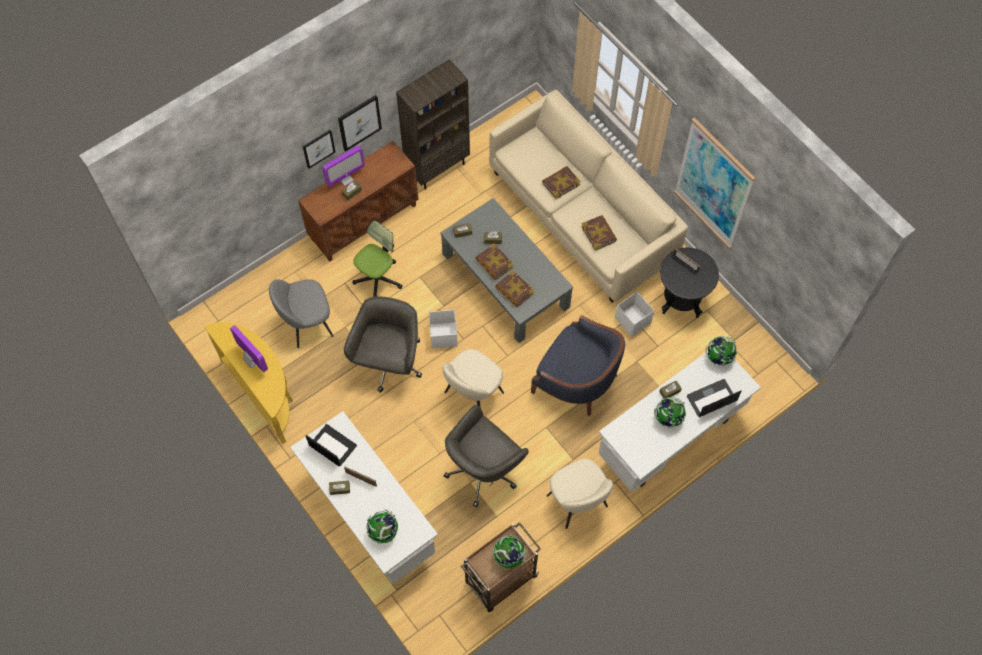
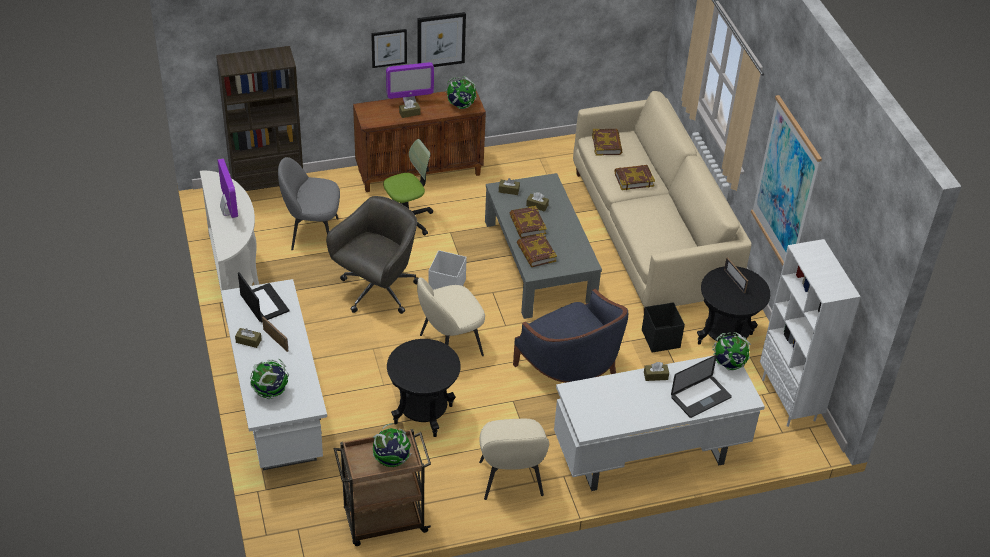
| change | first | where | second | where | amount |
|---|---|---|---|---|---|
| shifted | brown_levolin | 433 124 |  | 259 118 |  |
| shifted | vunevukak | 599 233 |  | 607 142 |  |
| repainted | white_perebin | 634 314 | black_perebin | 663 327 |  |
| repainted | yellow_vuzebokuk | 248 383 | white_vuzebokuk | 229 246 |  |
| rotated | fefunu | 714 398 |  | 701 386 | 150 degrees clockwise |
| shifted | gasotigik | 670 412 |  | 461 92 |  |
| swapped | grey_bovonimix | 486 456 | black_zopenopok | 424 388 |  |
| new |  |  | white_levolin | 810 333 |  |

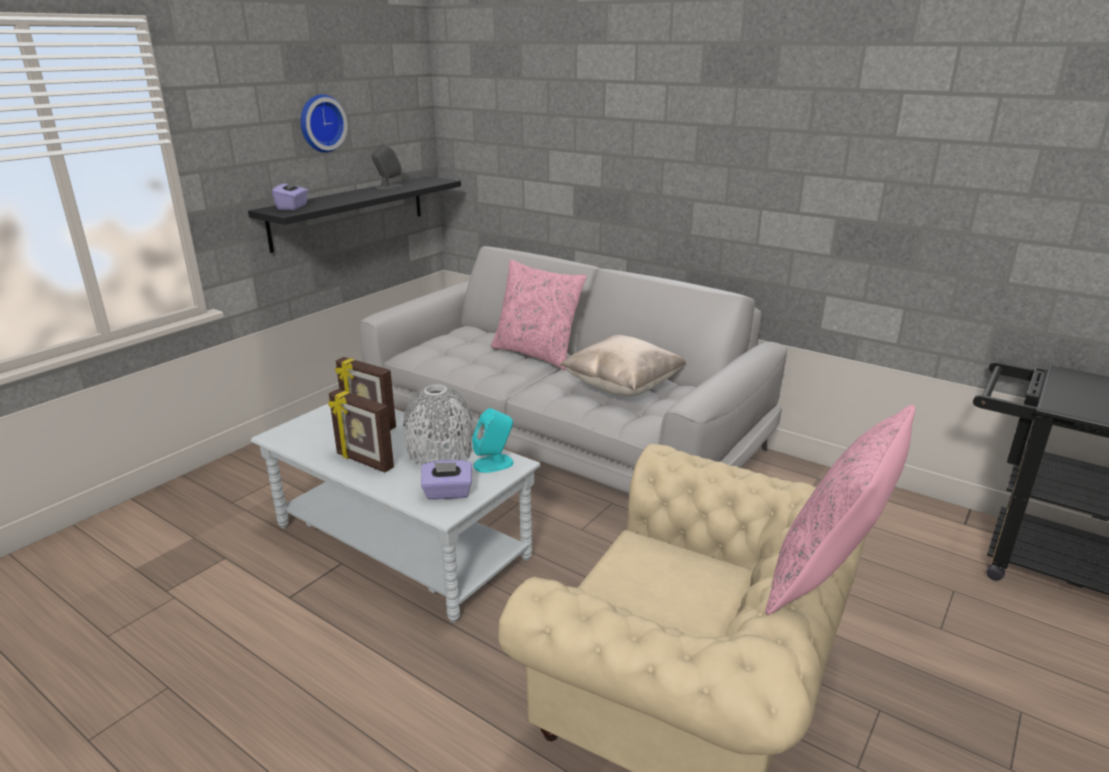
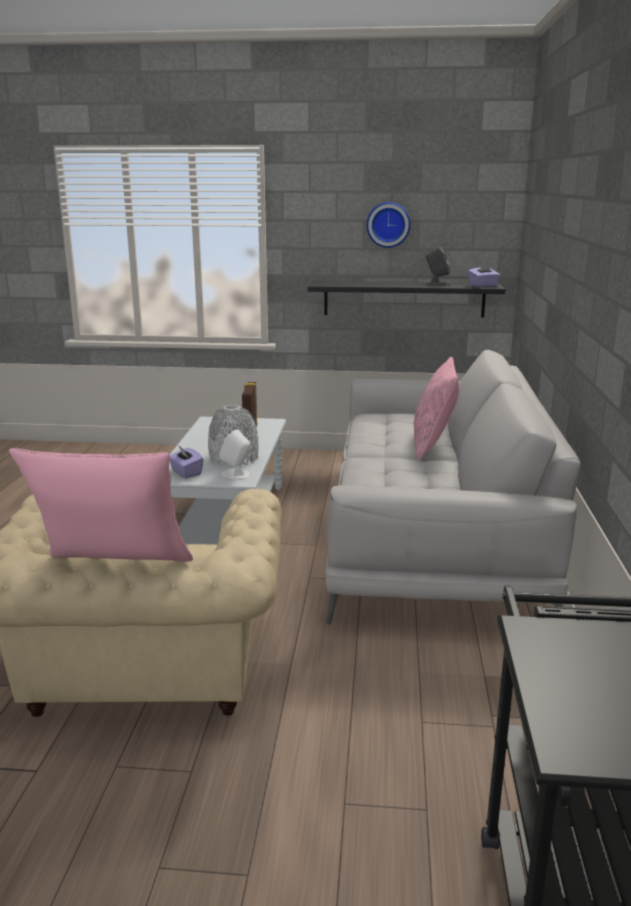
| change | first | where | second | where | amount |
|---|---|---|---|---|---|
| shifted | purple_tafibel | 290 193 |  | 484 275 |  |
| gone | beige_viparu | 623 365 |  |  |  |
| gone | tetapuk | 361 430 |  |  |  |
| repainted | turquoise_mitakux | 492 440 | white_mitakux | 235 454 |  |

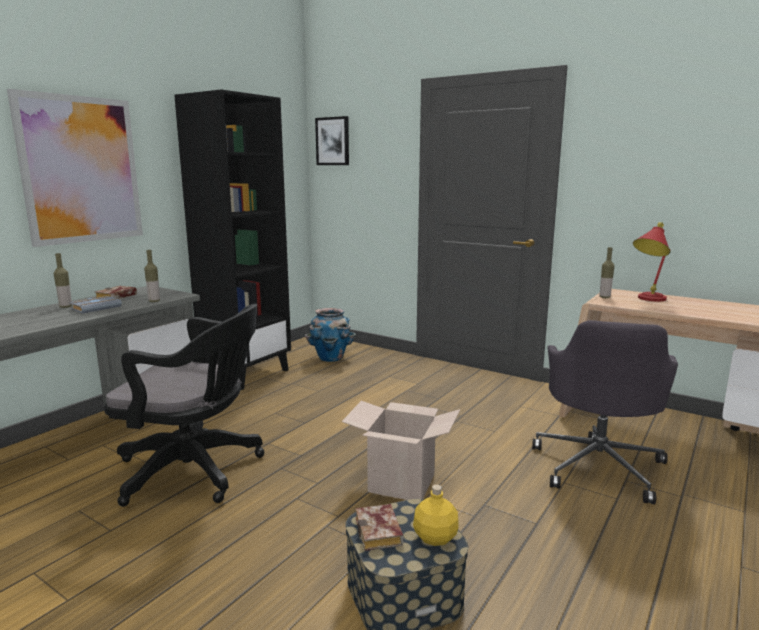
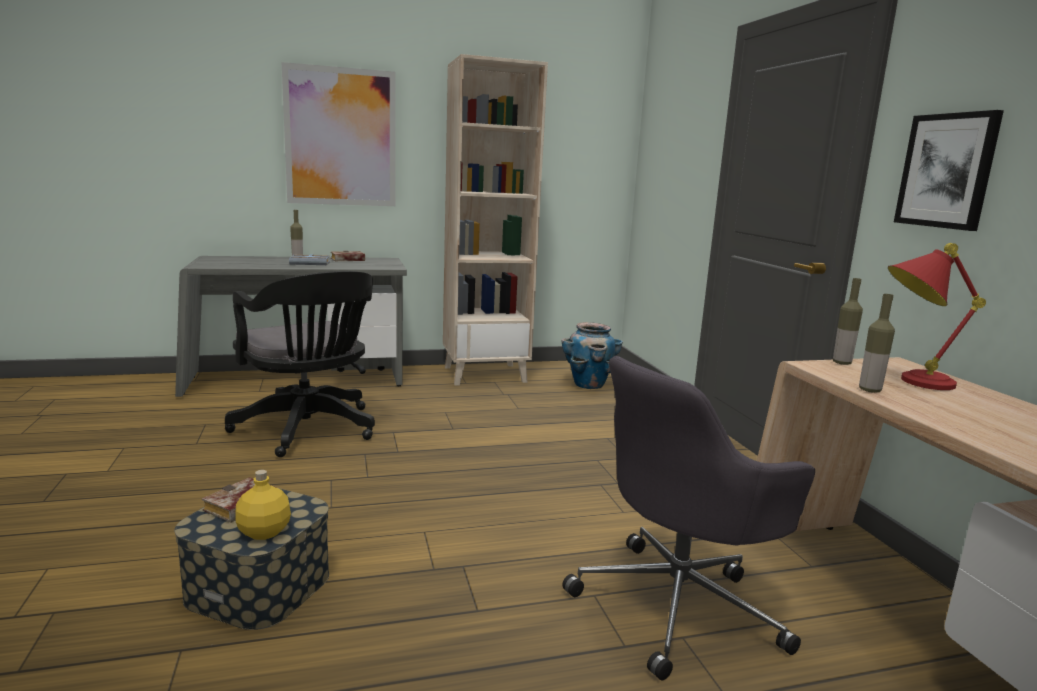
| change | first | where | second | where | amount |
|---|---|---|---|---|---|
| repainted | black_levolin | 232 239 | beige_levolin | 495 220 |  |
| shifted | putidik | 332 140 |  | 949 170 |  |
| shifted | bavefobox | 152 276 |  | 877 343 |  |
| gone | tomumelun | 401 450 |  |  |  |

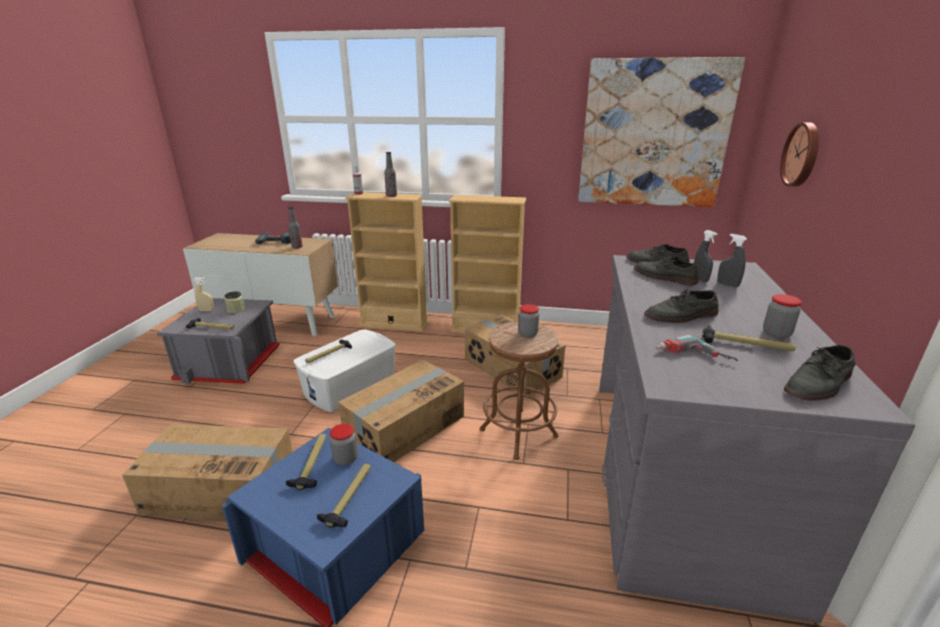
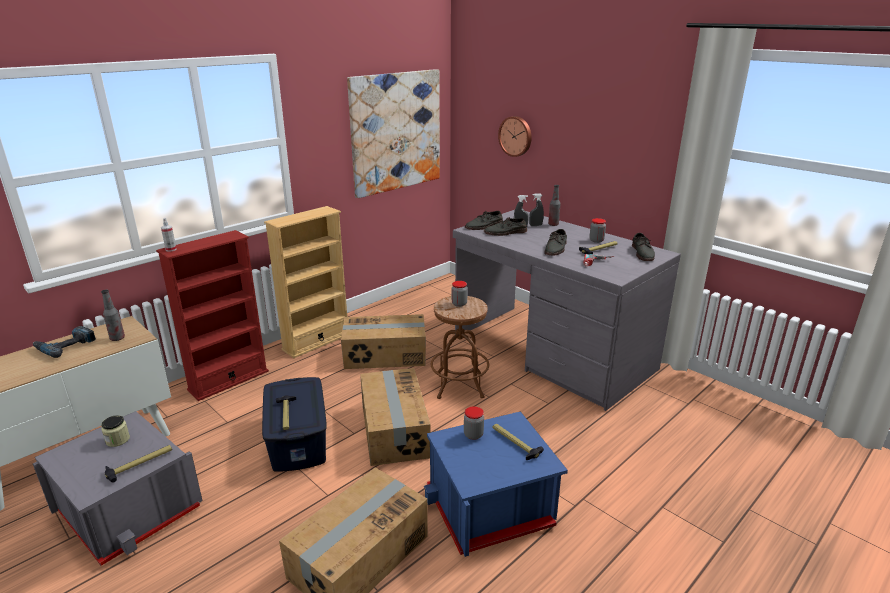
| change | first | where | second | where | amount |
|---|---|---|---|---|---|
| shifted | bavefobox | 390 174 |  | 554 205 |  |
| repainted | beige_levolin | 386 262 | red_levolin | 212 315 |  |
| gone | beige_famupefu | 203 294 |  |  |  |
| repainted | white_perebin | 344 370 | blue_perebin | 294 424 |  |
| gone | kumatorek | 306 462 |  |  |  |

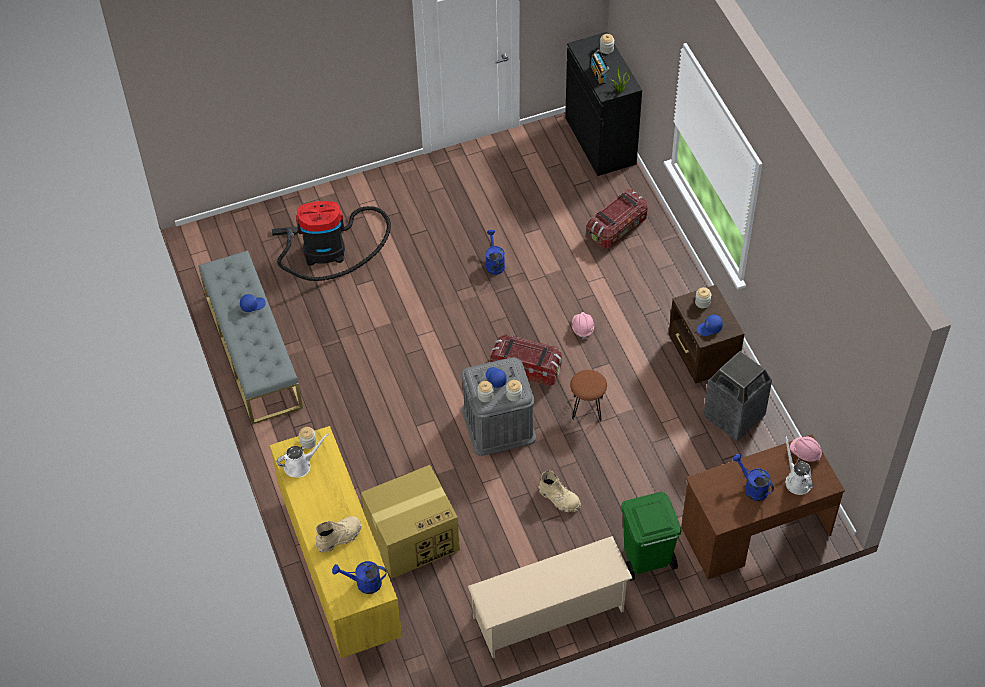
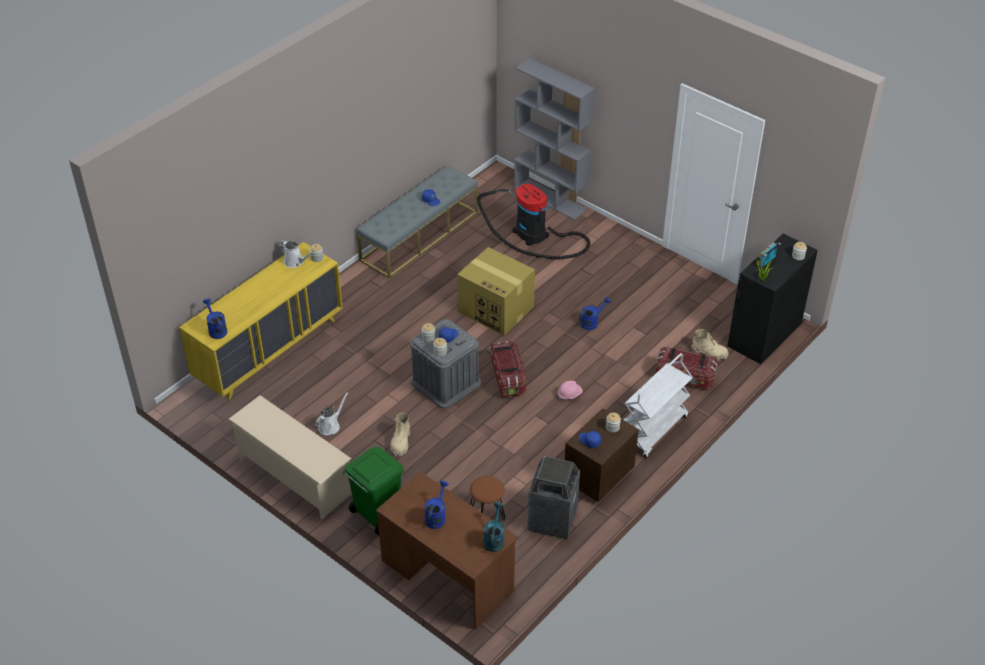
| change | first | where | second | where | amount |
|---|---|---|---|---|---|
| shifted | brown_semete | 588 396 |  | 487 498 |  |
| shifted | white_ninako | 798 465 |  | 332 413 |  |
| swapped | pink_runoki | 806 449 | turquoise_ninako | 494 527 |  |
| shifted | tomumelun | 410 522 |  | 496 291 |  |
| shifted | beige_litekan | 338 534 |  | 710 345 |  |
| new |  |  | grey_levolin | 554 139 |  |
| new |  |  | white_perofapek | 658 405 |  |

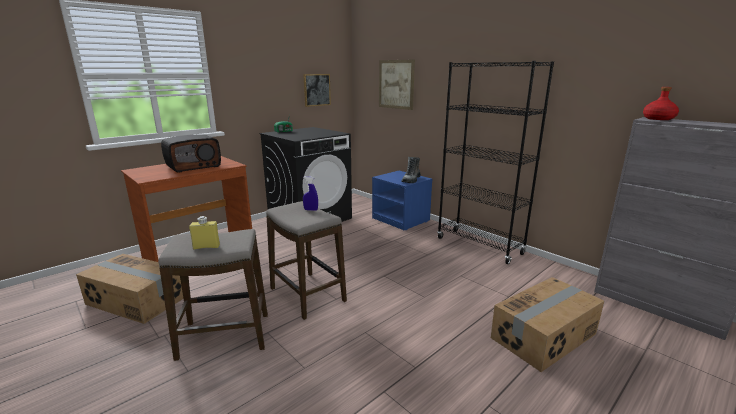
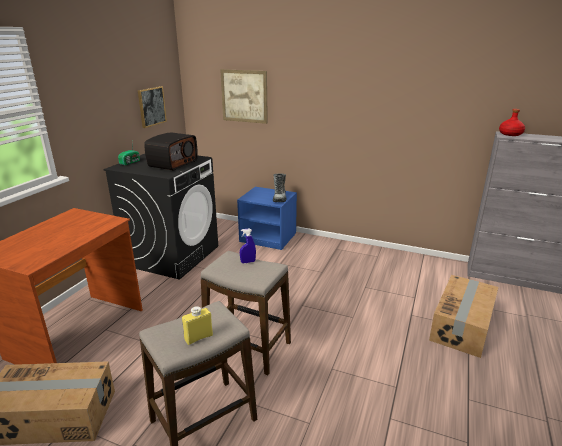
| change | first | where | second | where | amount |
|---|---|---|---|---|---|
| gone | black_levolin | 495 162 |  |  |  |
| shifted | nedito | 191 153 |  | 171 151 |  |

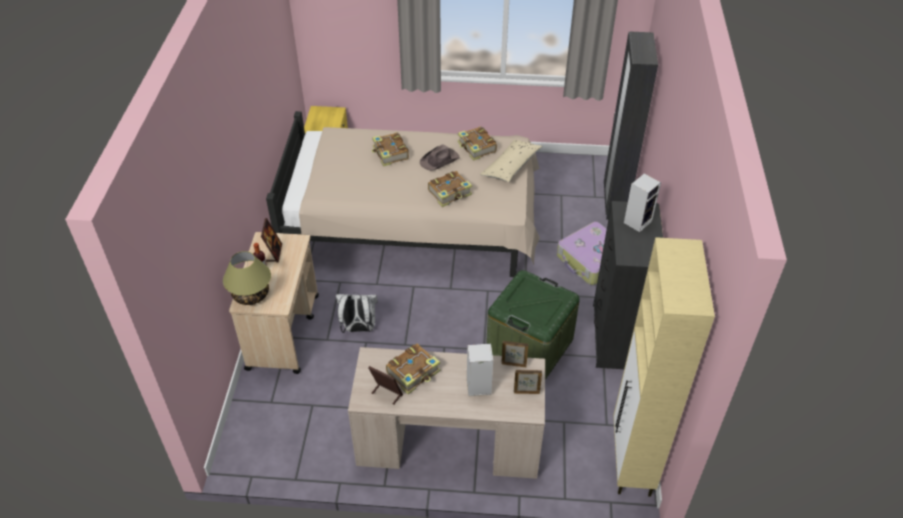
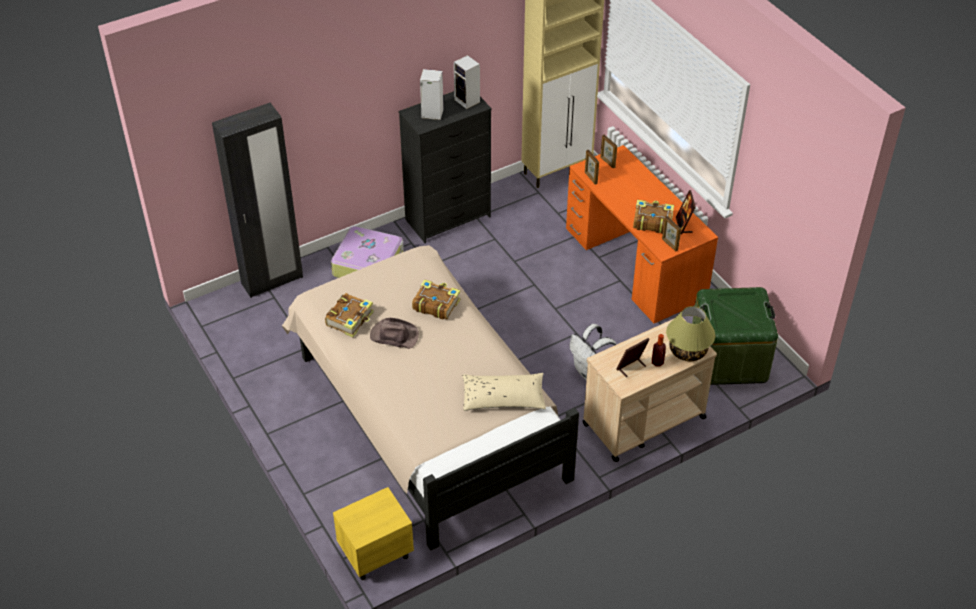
| change | first | where | second | where | amount |
|---|---|---|---|---|---|
| gone | vunevukak | 390 149 |  |  |  |
| shifted | beige_viparu | 511 161 |  | 504 392 |  |
| shifted | green_perebin | 533 324 |  | 735 336 |  |
| shifted | mitakux | 480 369 |  | 467 82 |  |
| repainted | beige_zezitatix | 446 413 | orange_zezitatix | 642 234 |  |
| new |  |  | tetapuk | 671 233 |  |

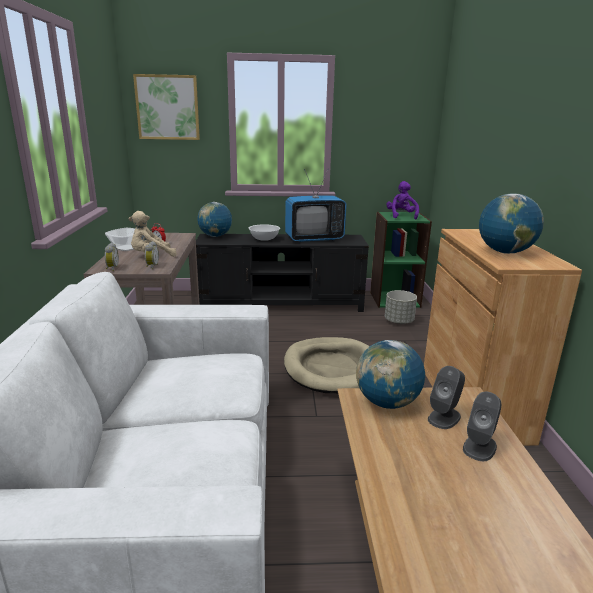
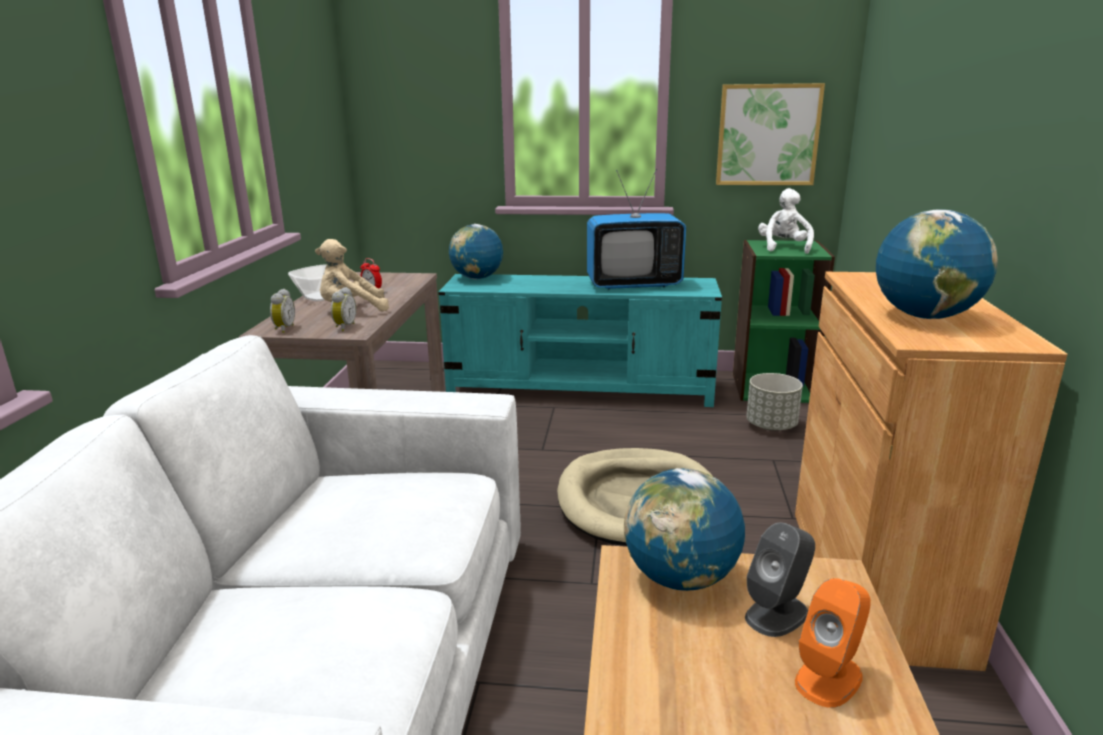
| change | first | where | second | where | amount |
|---|---|---|---|---|---|
| shifted | putidik | 166 107 |  | 770 134 |  |
| repainted | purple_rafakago | 402 200 | white_rafakago | 786 221 |  |
| gone | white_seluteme | 264 232 |  |  |  |
| repainted | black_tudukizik | 282 273 | turquoise_tudukizik | 580 340 |  |
| repainted | grey_mitakux | 482 426 | orange_mitakux | 833 643 |  |

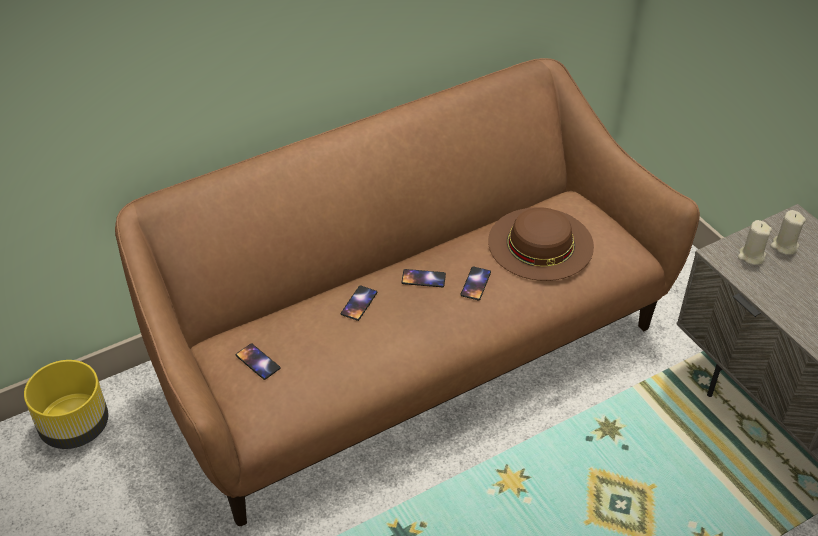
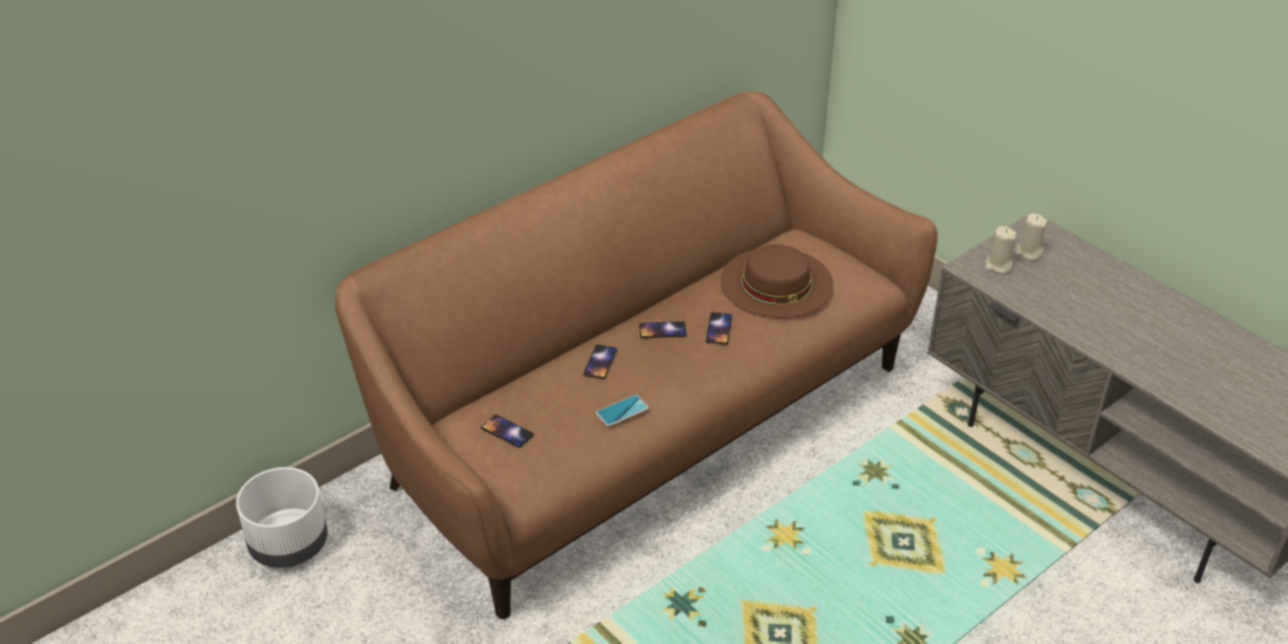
| change | first | where | second | where | amount |
|---|---|---|---|---|---|
| repainted | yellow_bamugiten | 66 404 | white_bamugiten | 282 517 |  |
| new |  |  | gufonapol | 622 410 |  |

